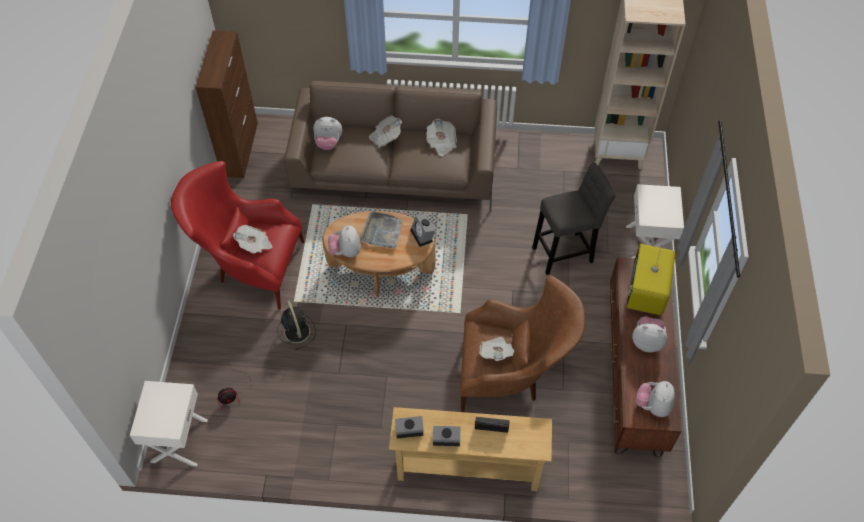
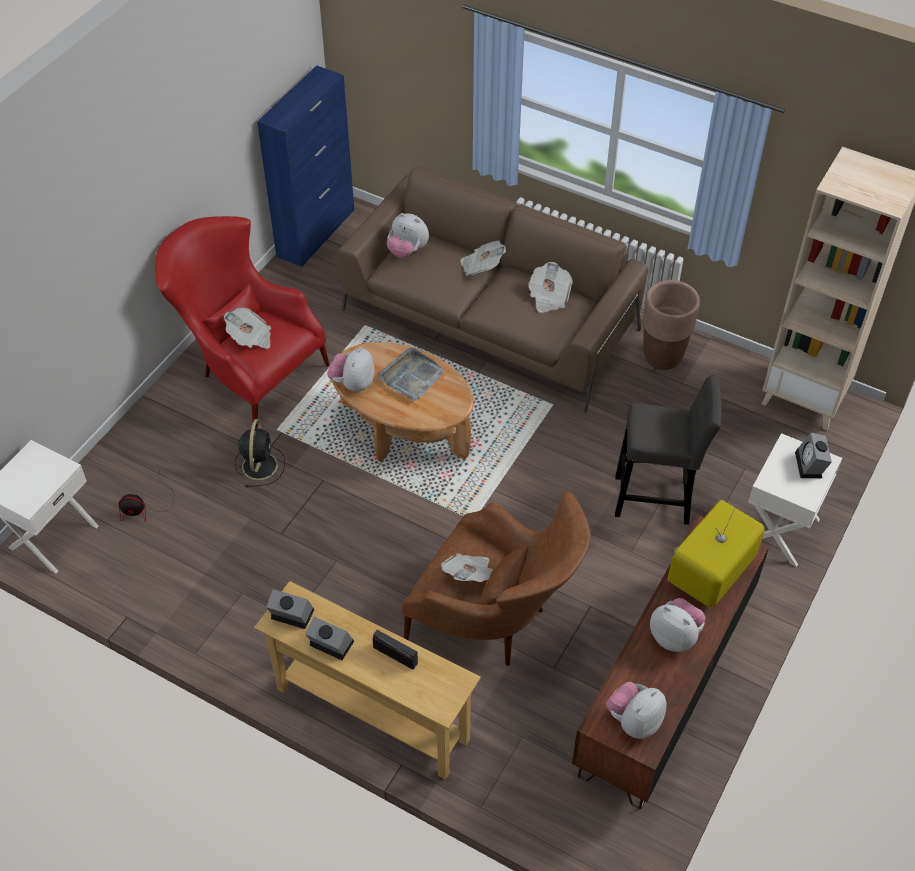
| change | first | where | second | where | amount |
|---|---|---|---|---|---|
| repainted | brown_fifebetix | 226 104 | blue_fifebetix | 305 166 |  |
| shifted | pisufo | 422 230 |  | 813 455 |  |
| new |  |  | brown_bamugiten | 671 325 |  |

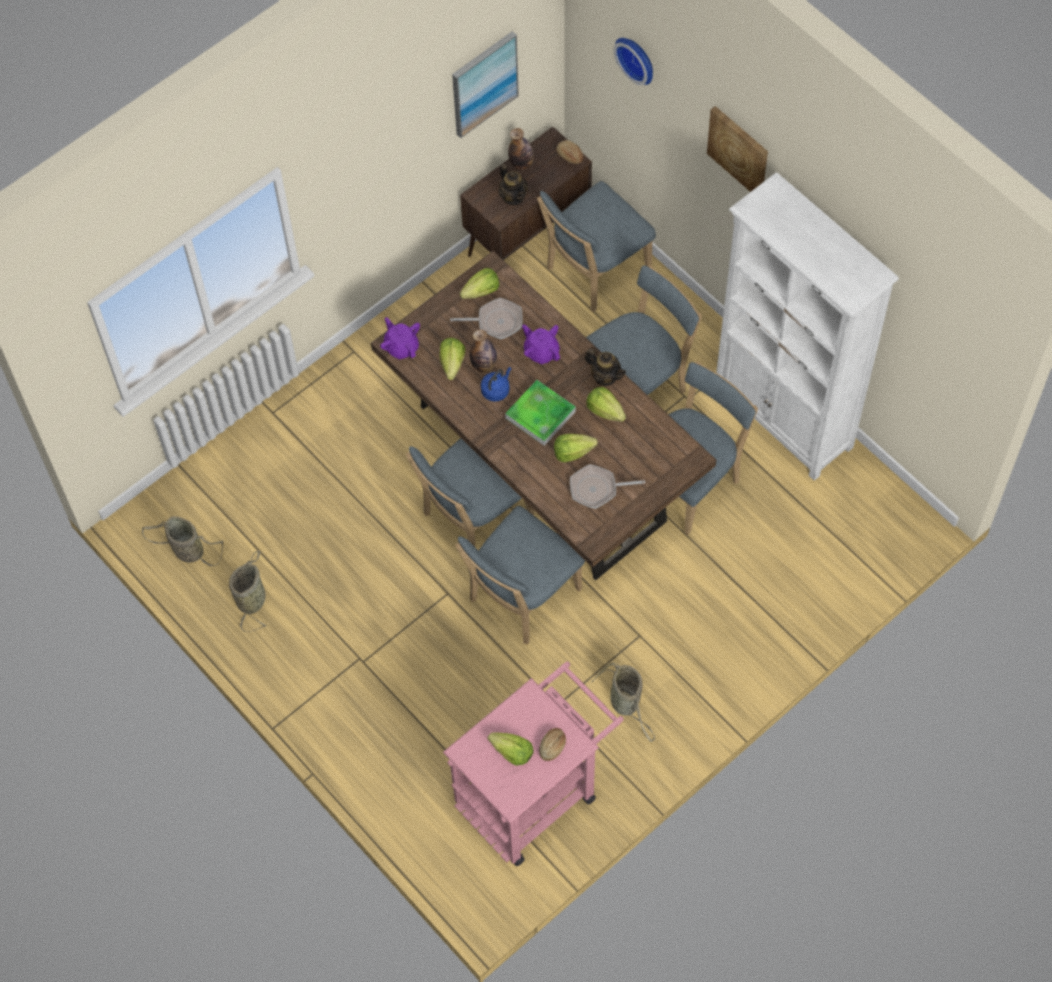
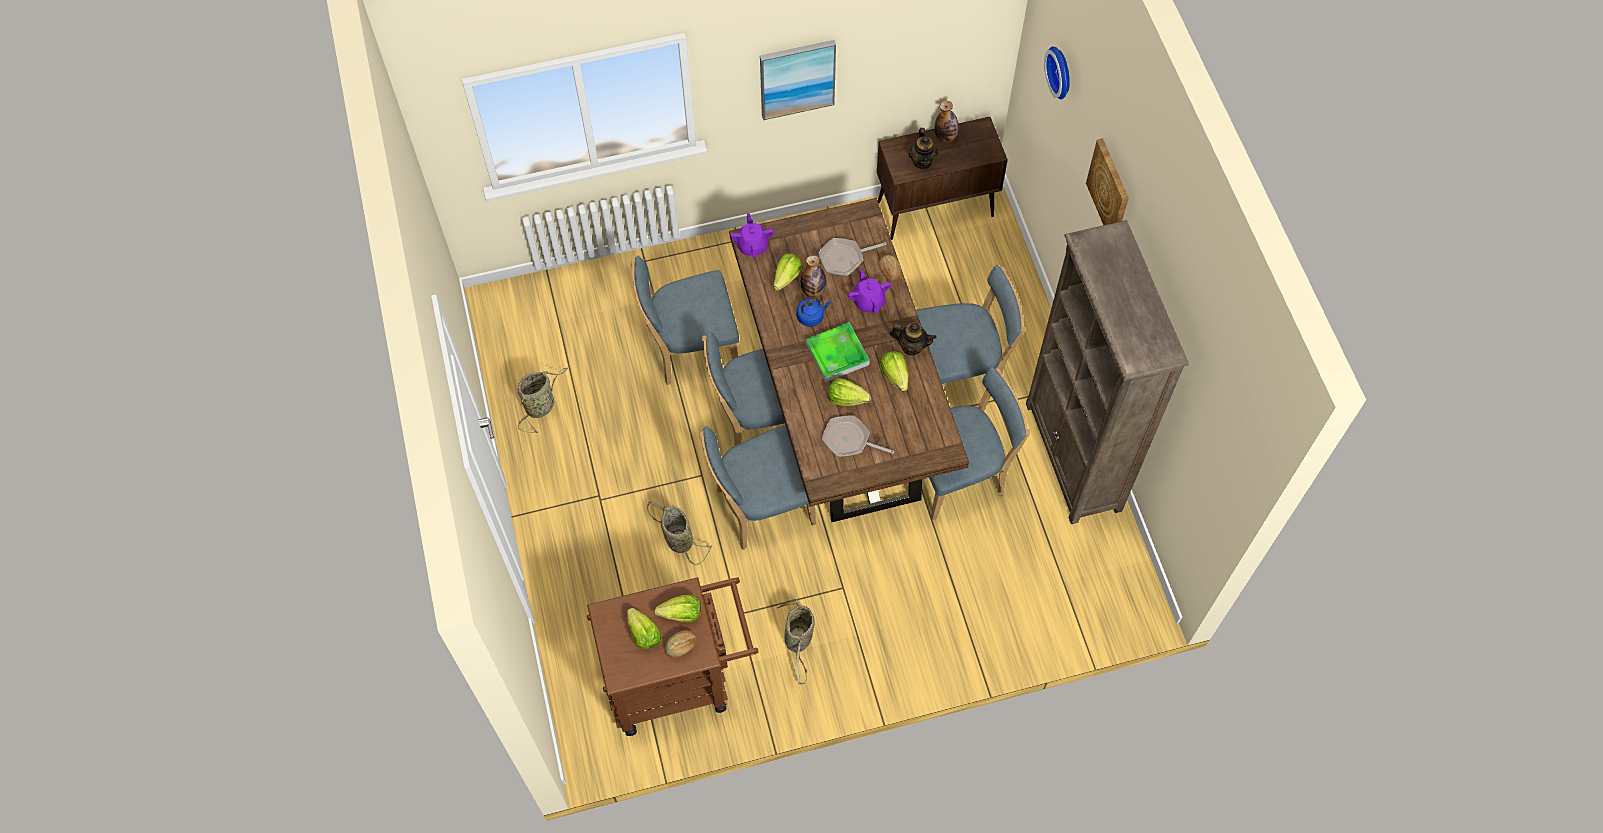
| change | first | where | second | where | amount |
|---|---|---|---|---|---|
| shifted | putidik | 485 84 |  | 798 80 |  |
| shifted | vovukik | 569 152 |  | 890 268 |  |
| repainted | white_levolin | 807 326 | brown_levolin | 1107 372 |  |
| shifted | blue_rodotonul | 596 246 |  | 685 320 |  |
| shifted | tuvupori | 479 283 |  | 677 608 |  |
| rotated | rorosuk | 486 318 |  | 852 257 | 135 degrees clockwise |
| rotated | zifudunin | 605 367 |  | 913 339 | 45 degrees counterclockwise |
| shifted | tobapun | 182 541 |  | 679 533 |  |
| repainted | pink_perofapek | 533 763 | brown_perofapek | 673 656 |  |

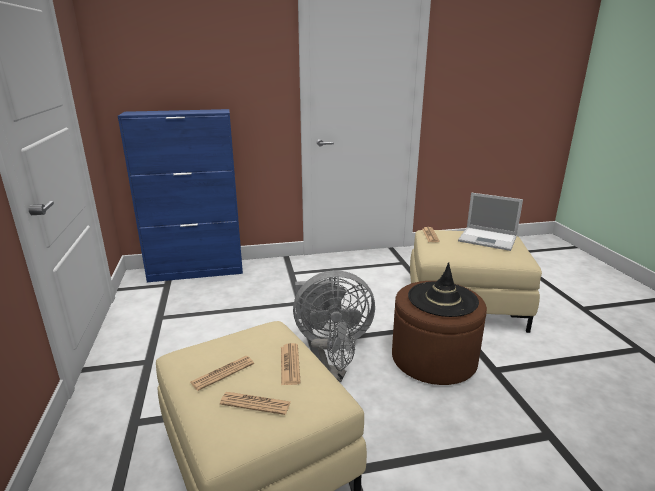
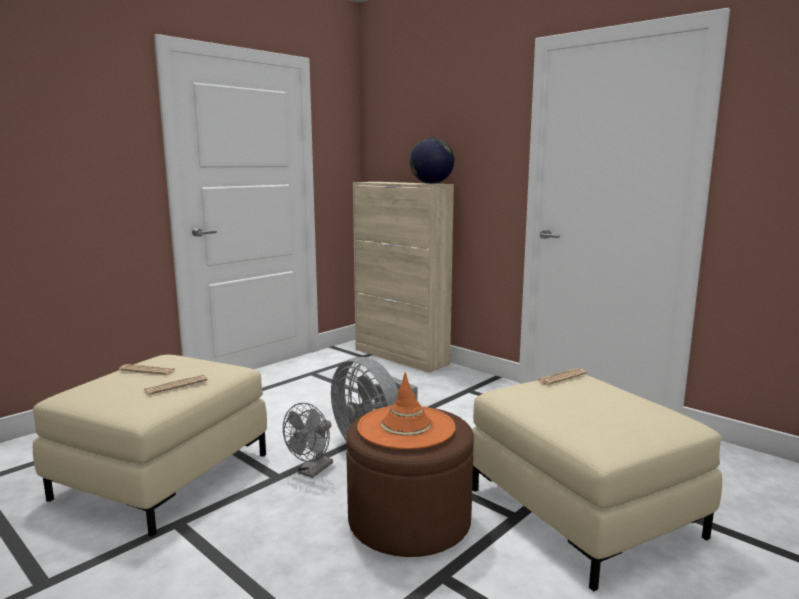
| change | first | where | second | where | amount |
|---|---|---|---|---|---|
| repainted | blue_fifebetix | 180 195 | beige_fifebetix | 403 277 |  |
| gone | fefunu | 490 222 |  |  |  |
| repainted | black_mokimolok | 443 289 | orange_mokimolok | 406 410 |  |
| rotated | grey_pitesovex | 333 351 |  | 308 440 | 45 degrees clockwise |
| gone | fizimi | 255 403 |  |  |  |
| new |  |  | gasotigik | 432 161 |  |

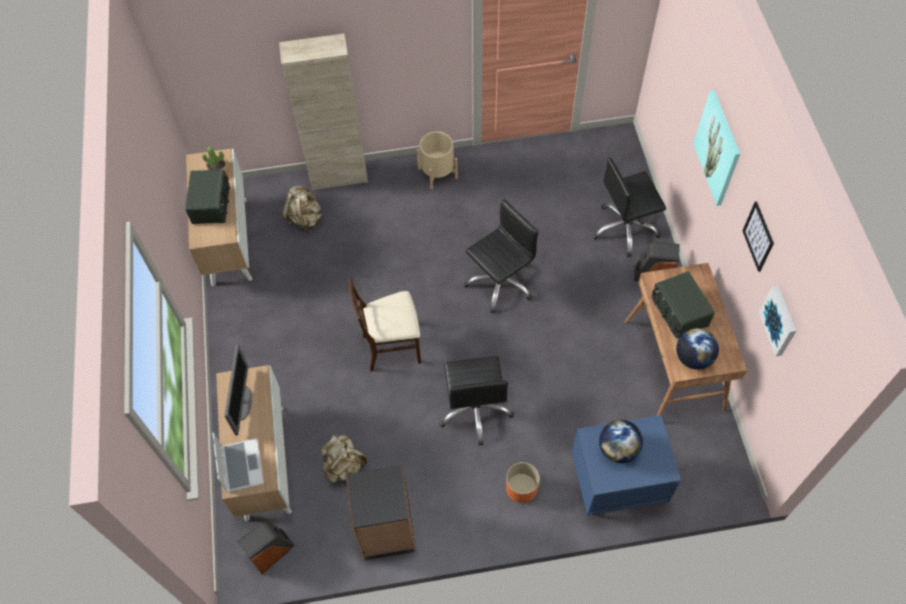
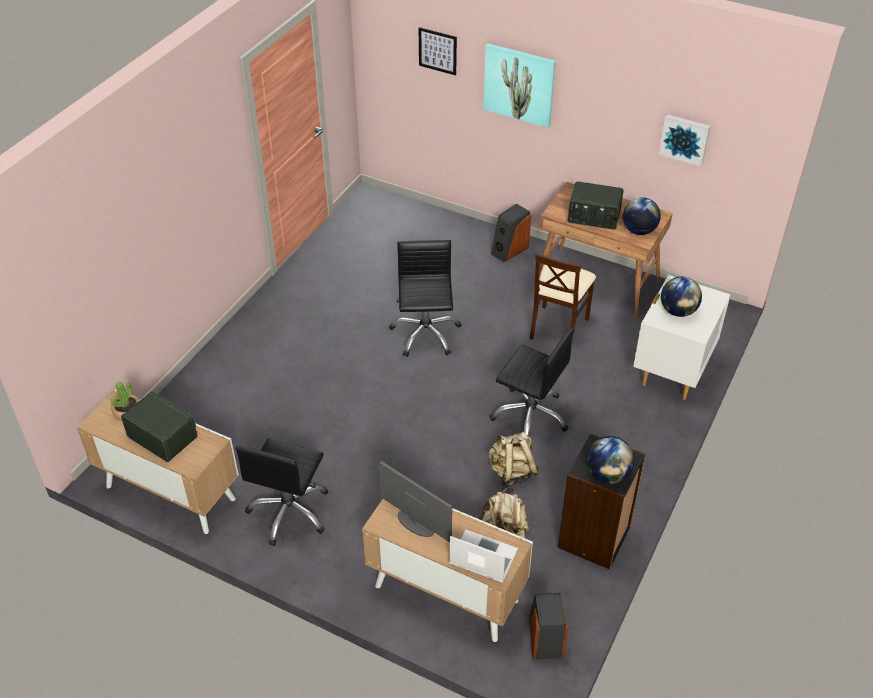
| change | first | where | second | where | amount |
|---|---|---|---|---|---|
| gone | beige_fifebetix | 323 112 |  |  |  |
| gone | beige_bamugiten | 437 160 |  |  |  |
| shifted | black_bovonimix | 629 207 |  | 281 492 |  |
| shifted | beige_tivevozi | 302 209 |  | 514 459 |  |
| shifted | putidik | 758 236 |  | 438 51 |  |
| shifted | beige_rodotonul | 385 324 |  | 562 298 |  |
| repainted | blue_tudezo | 626 465 | white_tudezo | 682 337 |  |
| gone | orange_bamugiten | 523 482 |  |  |  |
| new |  |  | gasotigik | 610 460 |  |

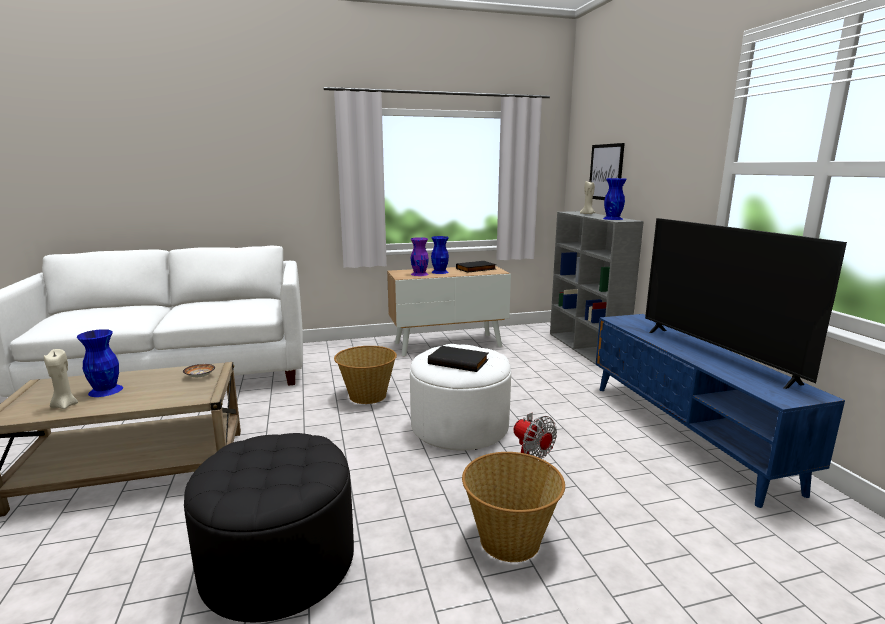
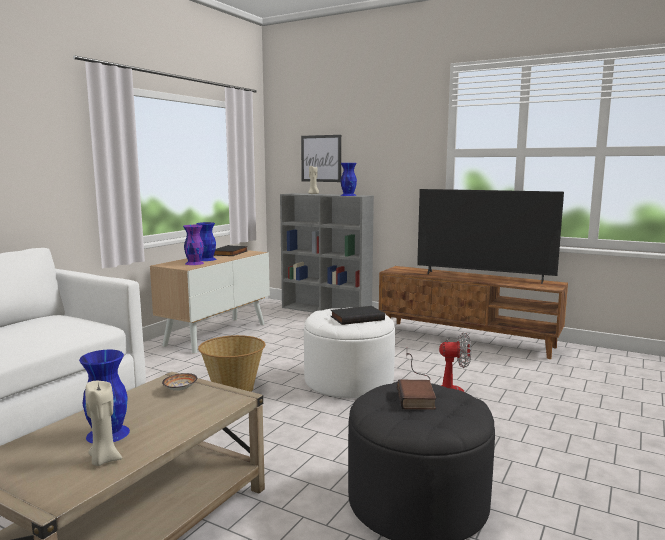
| change | first | where | second | where | amount |
|---|---|---|---|---|---|
| repainted | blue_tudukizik | 720 411 | brown_tudukizik | 473 312 |  |
| gone | tobapun | 513 507 |  |  |  |
| new |  |  | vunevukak | 416 395 |  |

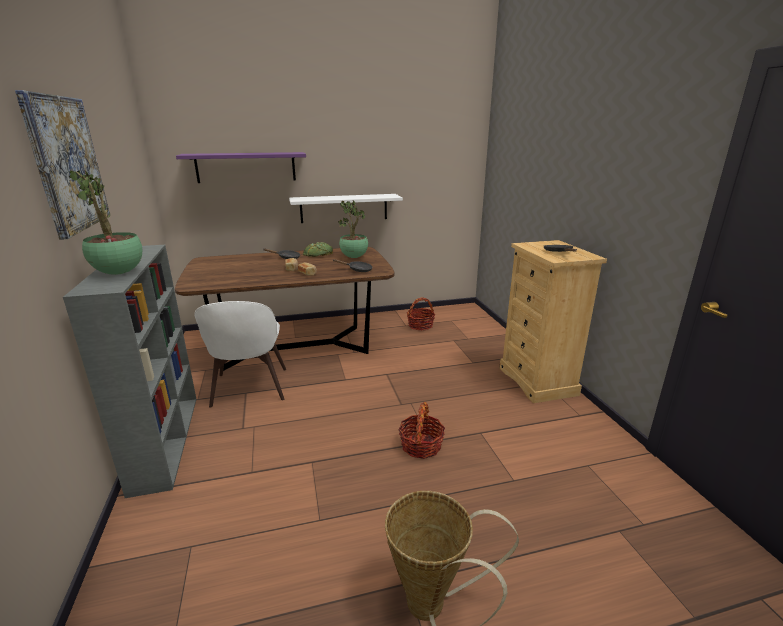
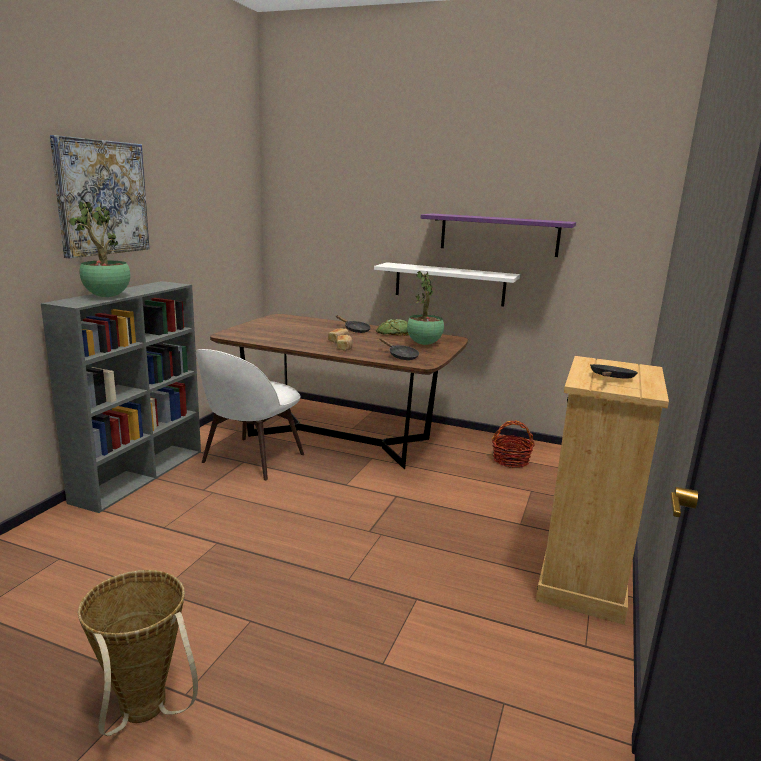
| change | first | where | second | where | amount |
|---|---|---|---|---|---|
| shifted | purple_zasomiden | 241 167 |  | 498 235 |  |
| gone | tobapun | 421 430 |  |  |  |

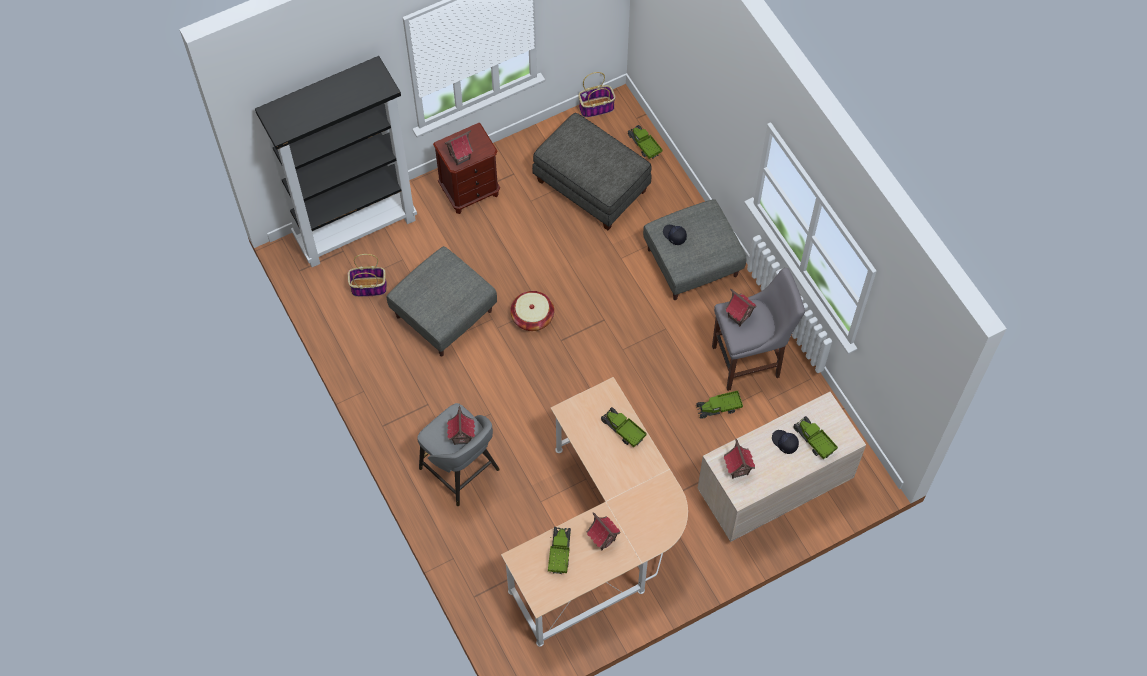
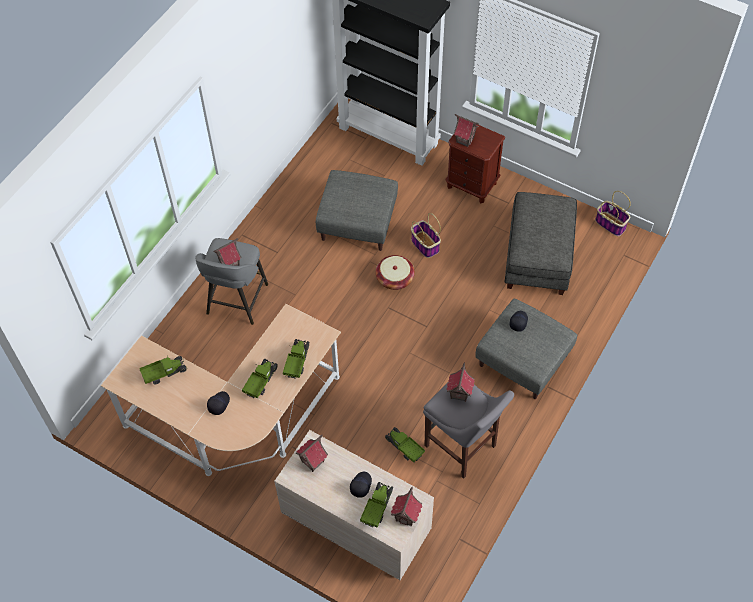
| change | first | where | second | where | amount |
|---|---|---|---|---|---|
| shifted | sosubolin | 644 142 |  | 260 379 |  |
| shifted | tobapun | 367 275 |  | 426 235 |  |
| shifted | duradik | 603 531 |  | 406 506 |  |
| new |  |  | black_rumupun | 218 403 |  |

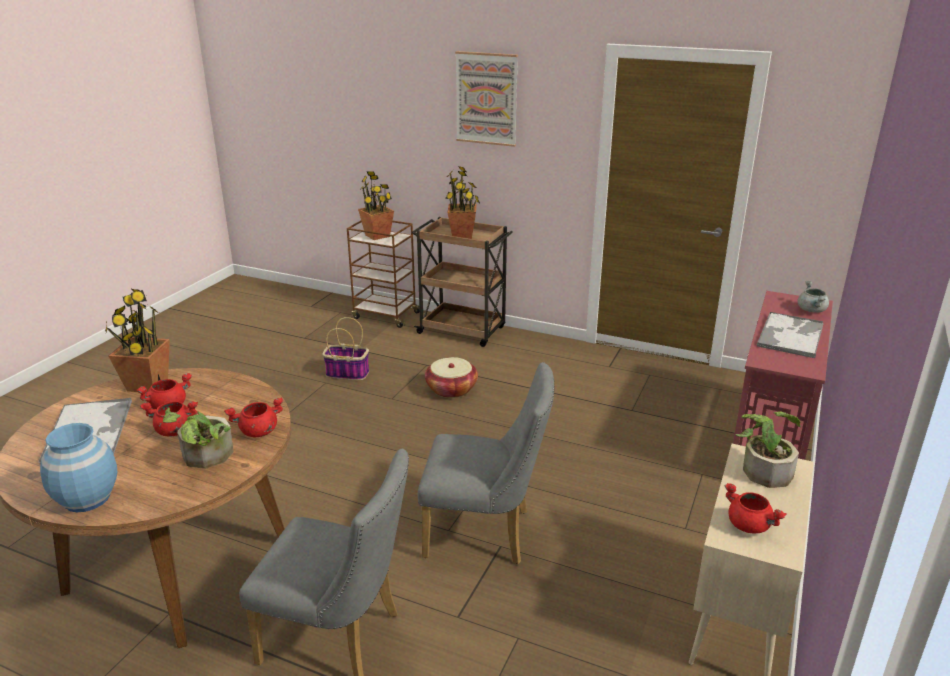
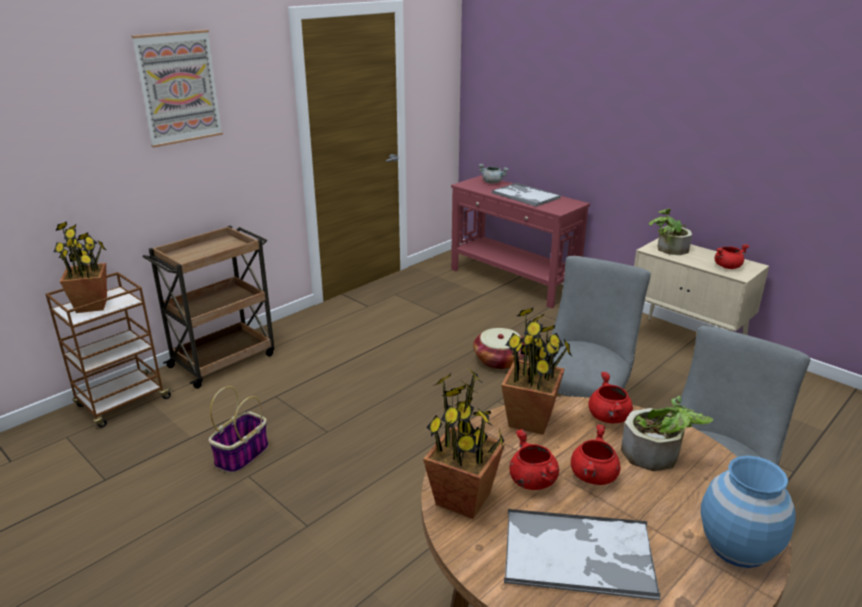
| change | first | where | second | where | amount |
|---|---|---|---|---|---|
| shifted | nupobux | 462 202 |  | 536 371 |  |
| shifted | tobapun | 451 377 |  | 499 349 |  |

